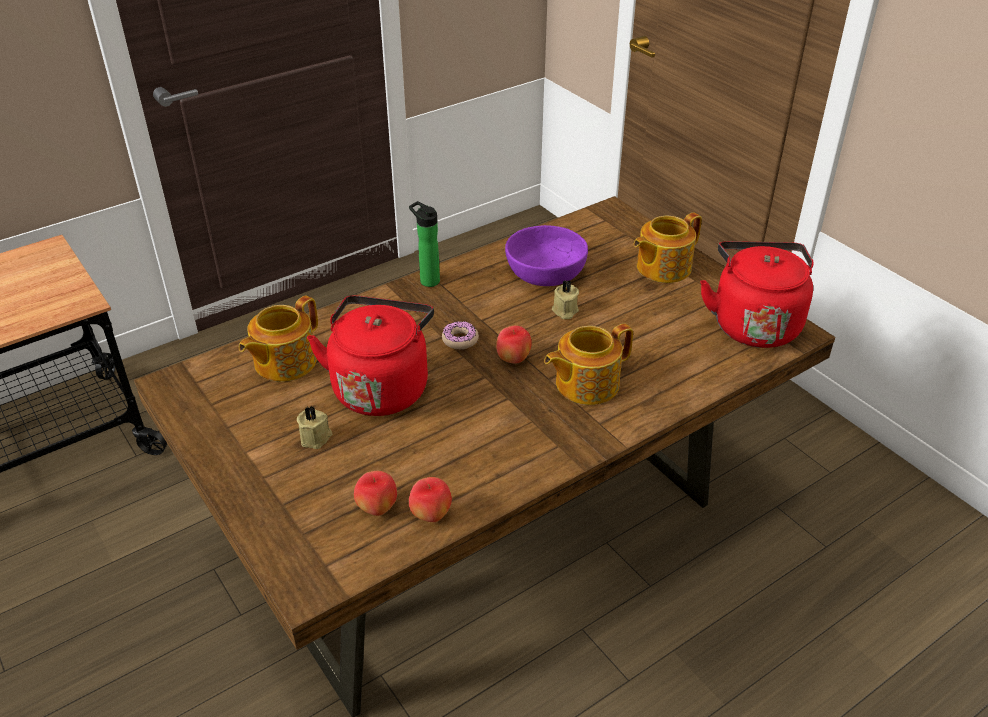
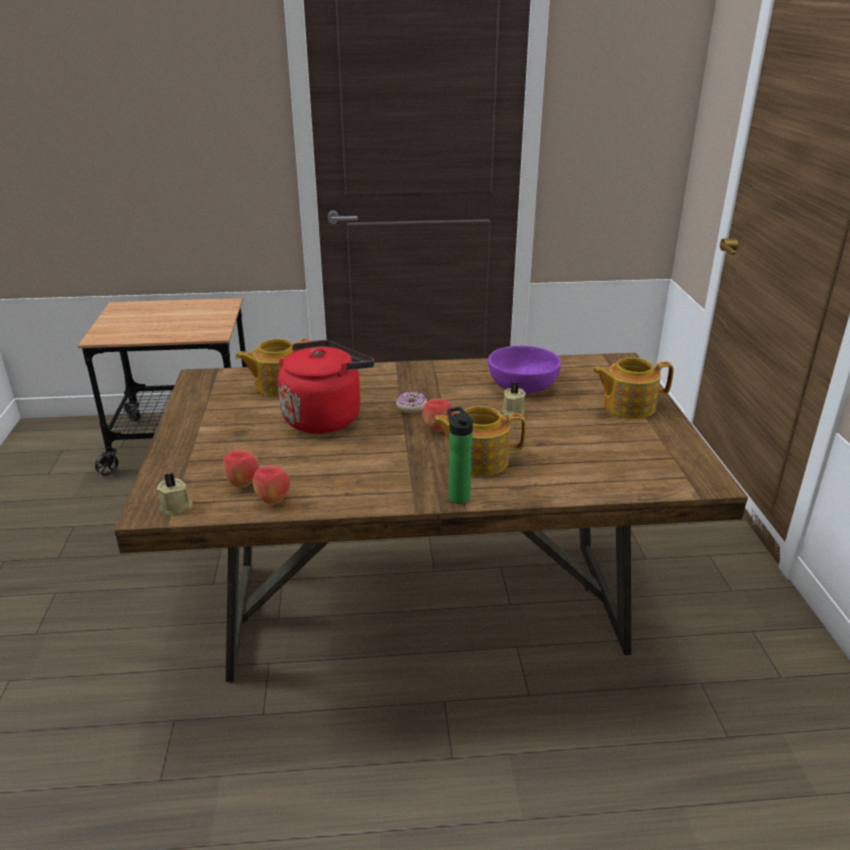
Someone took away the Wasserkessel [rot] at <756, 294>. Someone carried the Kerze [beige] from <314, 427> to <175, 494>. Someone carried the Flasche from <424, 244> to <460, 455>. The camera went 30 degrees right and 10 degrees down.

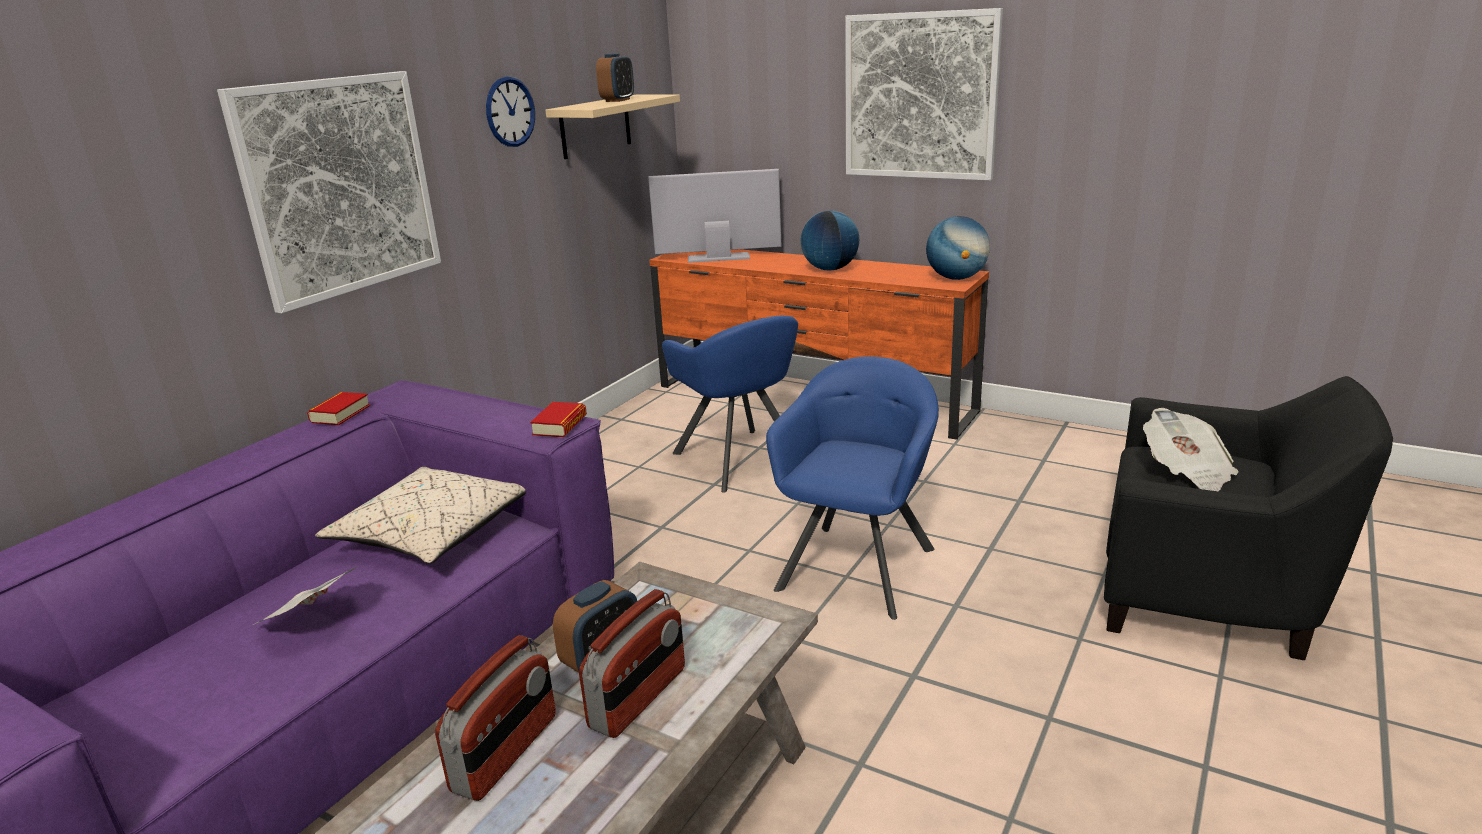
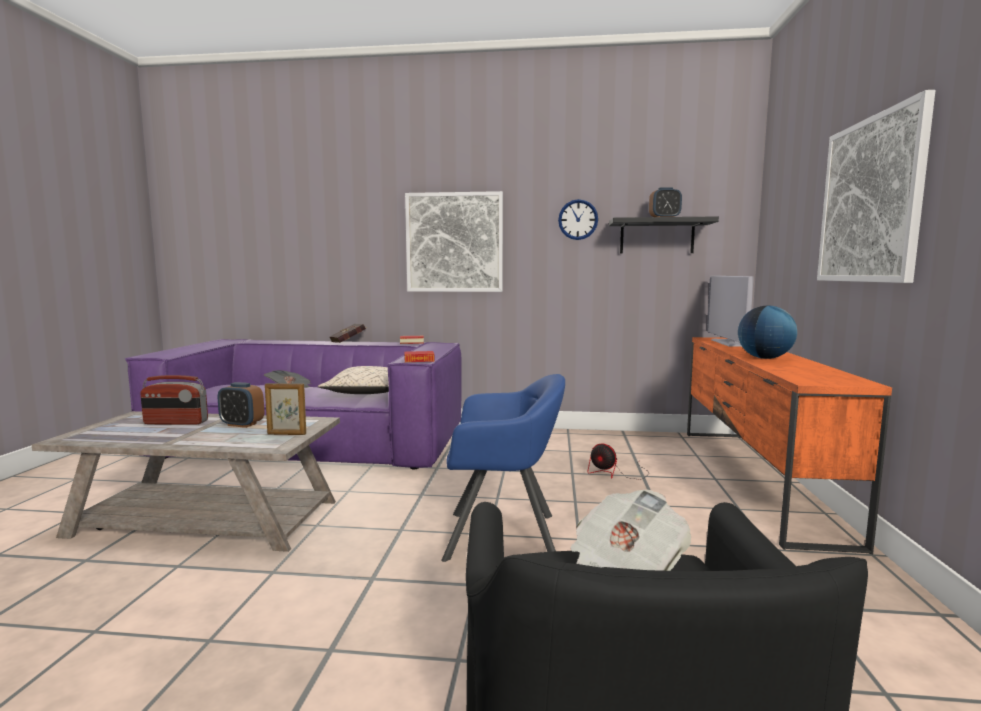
Someone took away the Radio at <632, 663>. Someone took away the Globus at <958, 248>. Someone put down the Bilderrahmen at <285, 409>. Someone put down the Buch [rot] at <348, 333>. Someone swapped the Sessel [blau] at <730, 404> for the Ventilator at <618, 462>. Someone repainted the Wandregal [beige] at <612, 126>, which became the Wandregal [schwarz] at <664, 235>. Someone rotated the Fernseher at <715, 216> by 150 degrees counterclockwise. The camera went 65 degrees right and 15 degrees down.

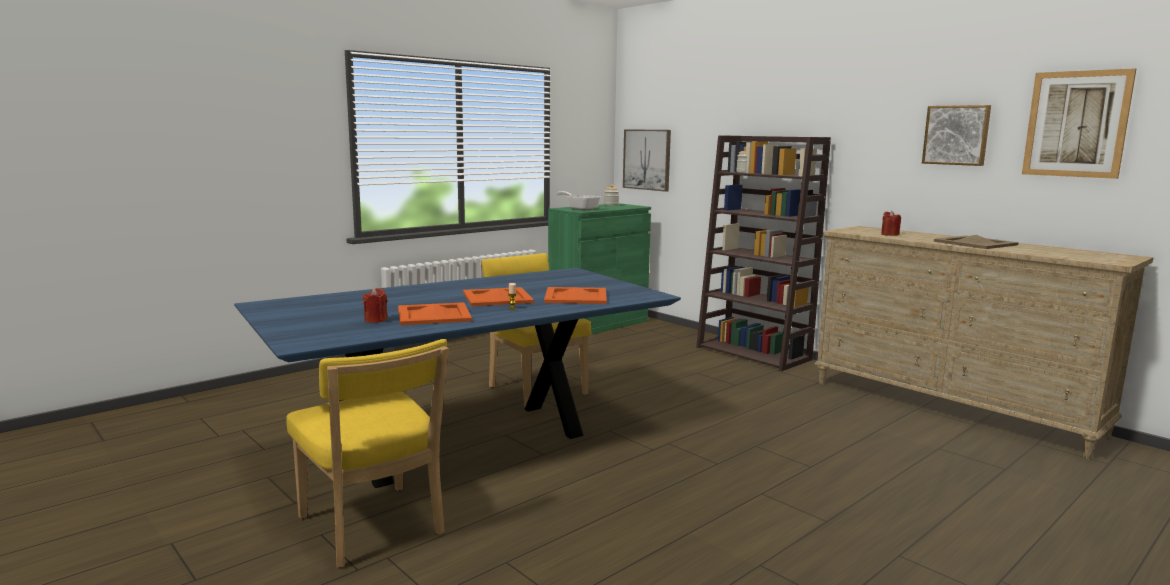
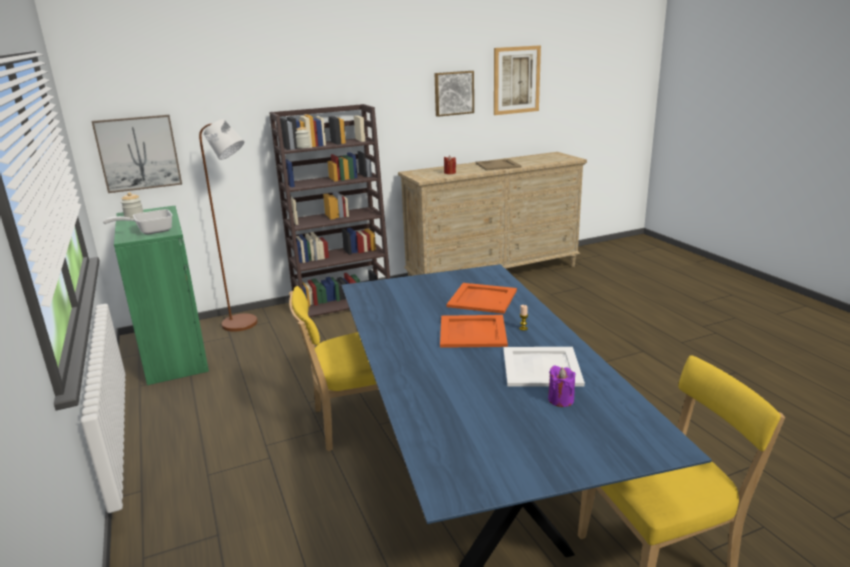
Someone put down the Stehlampe [braun] at <228, 225>. Someone repainted the Kerze [rot] at <375, 305>, which became the Kerze [lila] at <561, 386>. Someone repainted the Tablett [orange] at <435, 313>, which became the Tablett [weiß] at <544, 367>. The camera went 70 degrees left and 10 degrees up.

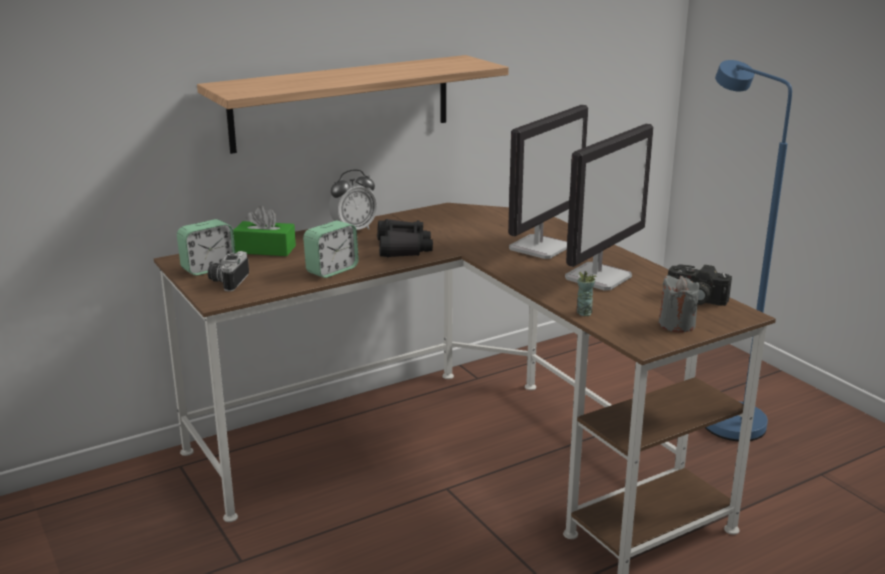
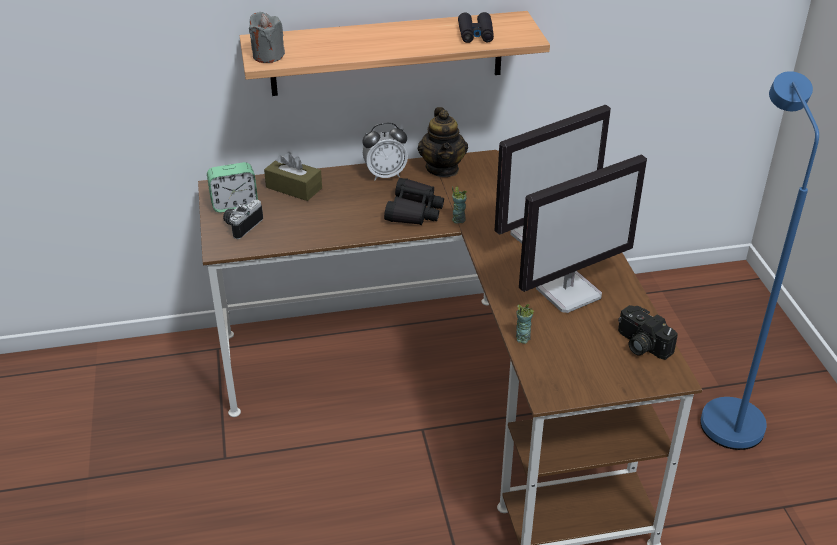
Someone took away the Wecker at <331, 249>. Someone put down the Teekanne at <442, 142>. Someone put down the Tasse at <459, 205>. Someone put down the Fernglas [schwarz] at <476, 27>. Someone carried the Kerze [grau] from <679, 304> to <267, 37>. Someone repainted the Taschentuchbox [grün] at <264, 231>, which became the Taschentuchbox [braun] at <293, 176>. The camera went 20 degrees right and 15 degrees up.

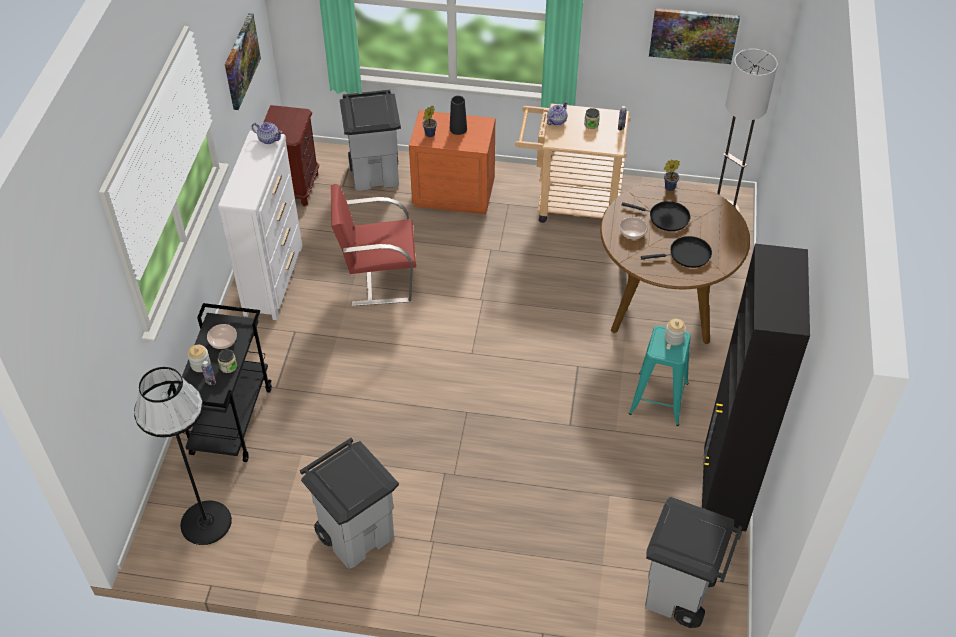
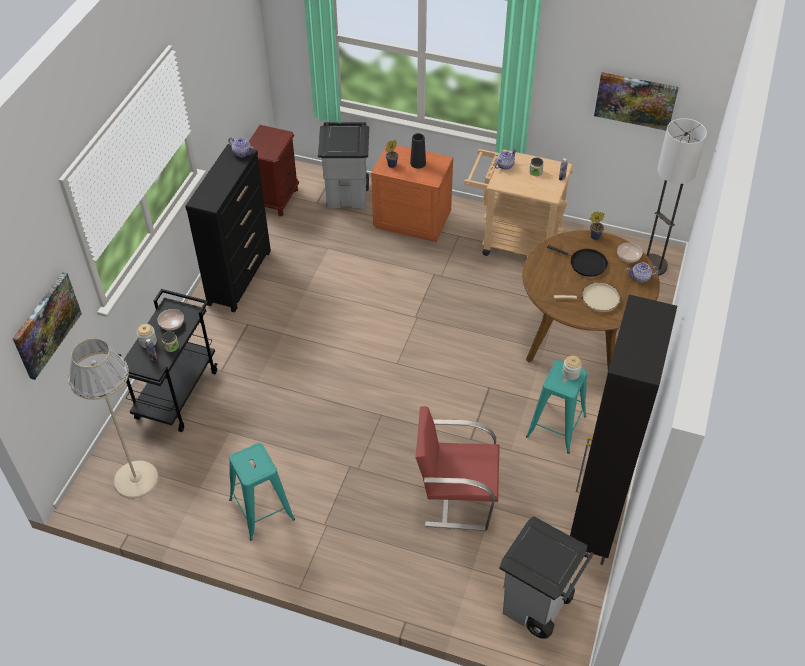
Someone put down the Teekanne at <643, 273>. Someone carried the Bild from <243, 61> to <47, 326>. Someone carried the Stuhl [rot] from <373, 245> to <457, 468>. Someone carried the Schüssel from <633, 228> to <629, 253>. Someone swapped the Mülleimer [grau] at <349, 503> for the Hocker [türkis] at <262, 492>. Someone repainted the Stehlampe [schwarz] at <183, 456>, which became the Stehlampe [beige] at <113, 418>. Someone repainted the Kommode [weiß] at <260, 225>, which became the Kommode [schwarz] at <228, 228>. Someone repainted the Pfanne [schwarz] at <676, 252>, which became the Pfanne [beige] at <587, 297>. The camera went 10 degrees right and 0 degrees up.

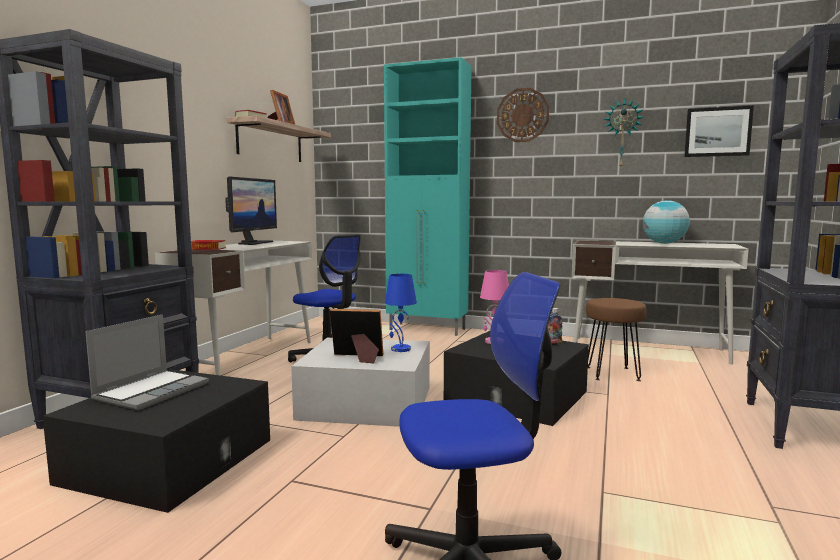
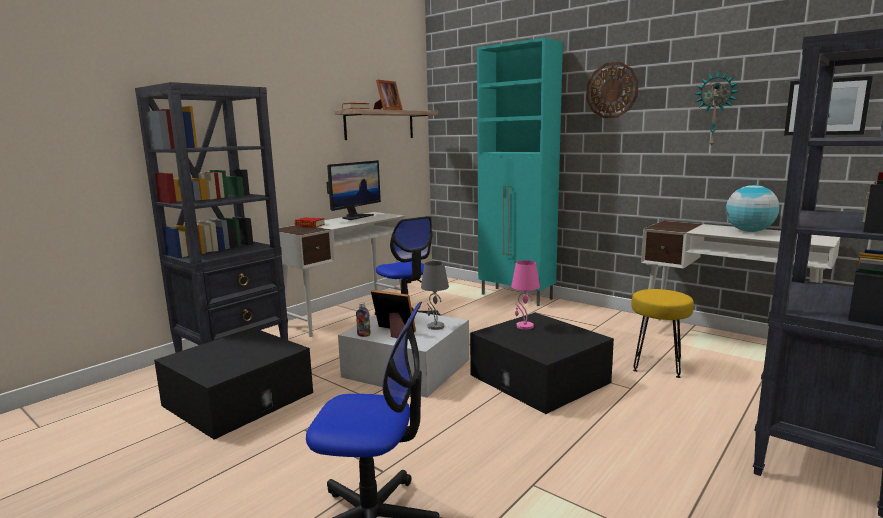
Someone took away the Laptop at <147, 362>. Someone carried the Flasche from <555, 326> to <363, 319>. Someone repainted the Tischlampe [blau] at <401, 313>, which became the Tischlampe [grau] at <435, 295>. Someone repainted the Hocker [braun] at <616, 339>, which became the Hocker [gelb] at <662, 333>. The camera went 20 degrees right and 5 degrees up.

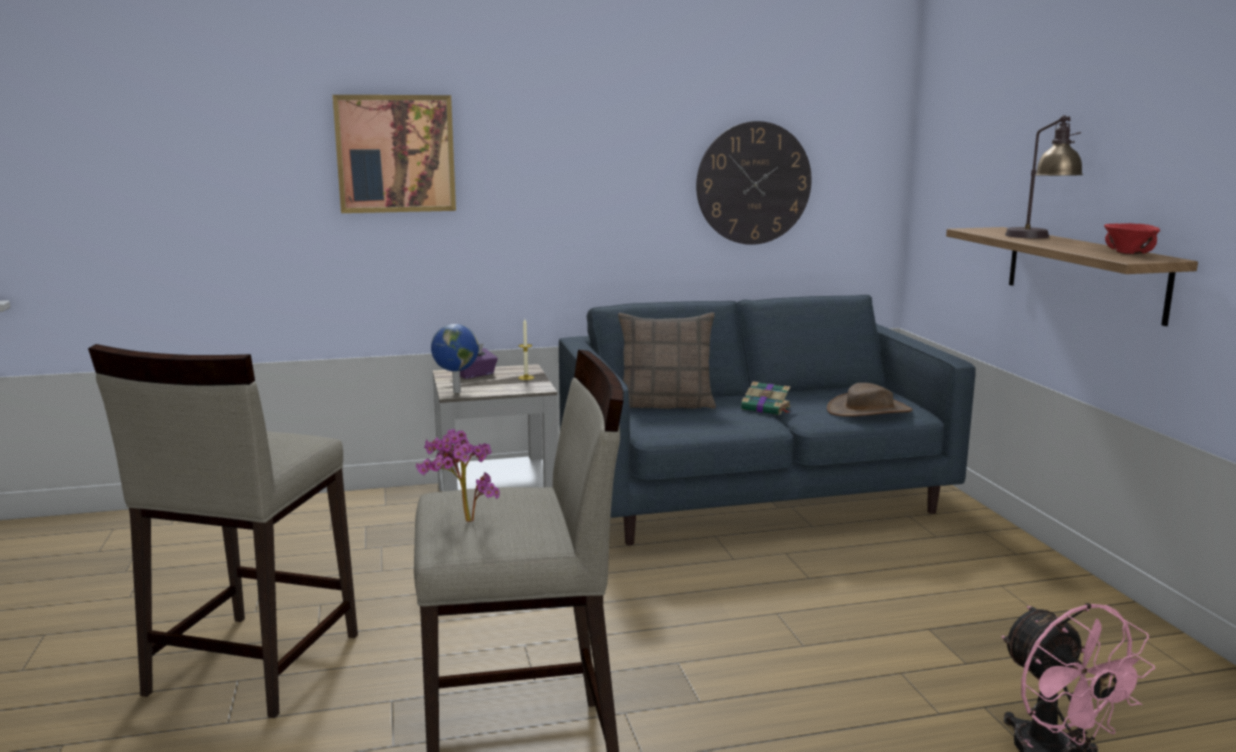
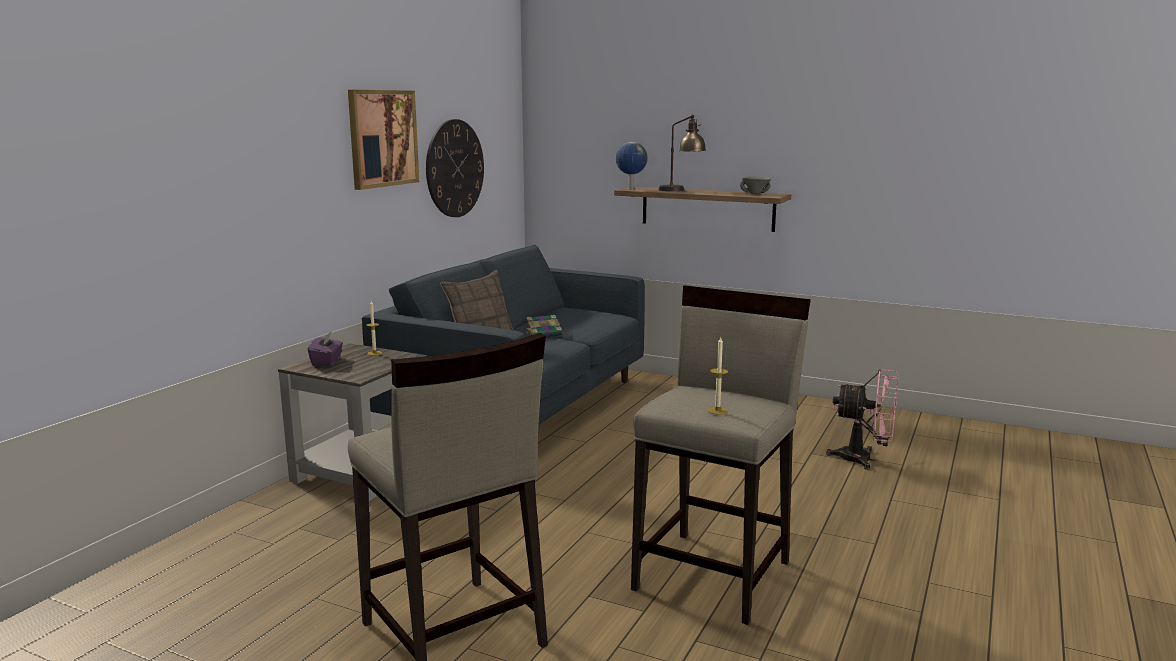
Someone took away the Hut [braun] at <870, 400>. Someone carried the Bild from <394, 154> to <383, 140>. Someone carried the Globus from <455, 358> to <631, 166>. Someone swapped the Topfpflanze at <458, 475> for the Kerze at <717, 376>. Someone repainted the Schüssel [rot] at <1132, 238>, which became the Schüssel [grau] at <755, 185>. The camera went 50 degrees left and 0 degrees up.

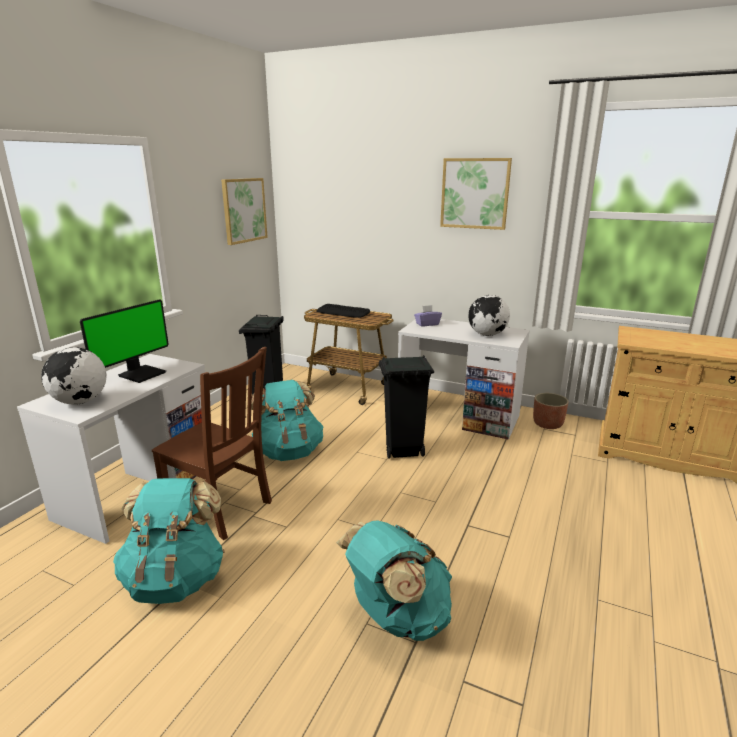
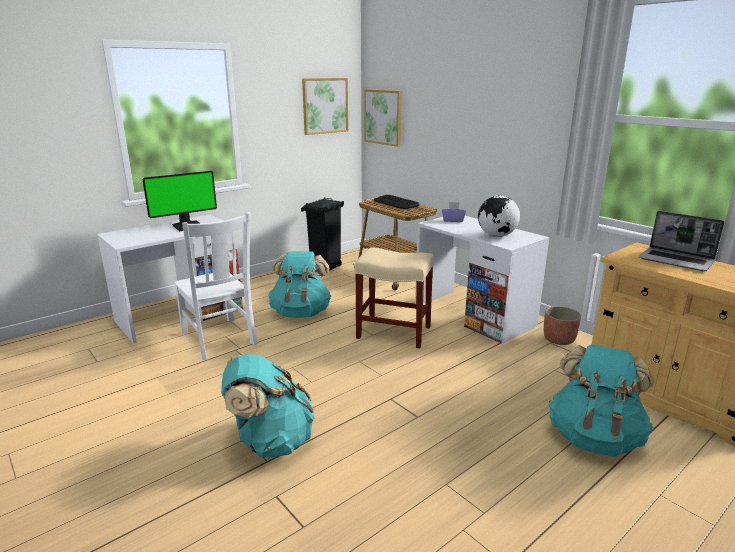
Someone took away the Globus at <74, 376>. Someone put down the Laptop at <682, 241>. Someone carried the Rucksack [türkis] from <169, 541> to <601, 400>. Someone carried the Bild from <476, 194> to <383, 118>. Someone swapped the Mülleimer [schwarz] at <406, 407> for the Hocker [beige] at <394, 297>. Someone repainted the Stuhl [braun] at <212, 443>, which became the Stuhl [weiß] at <215, 286>. The camera went 25 degrees right and 0 degrees up.

